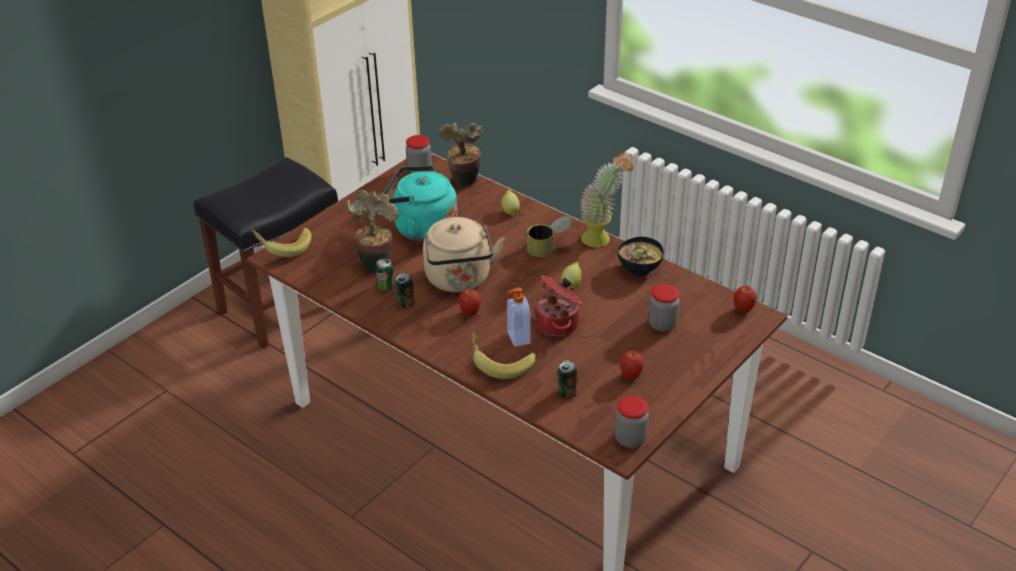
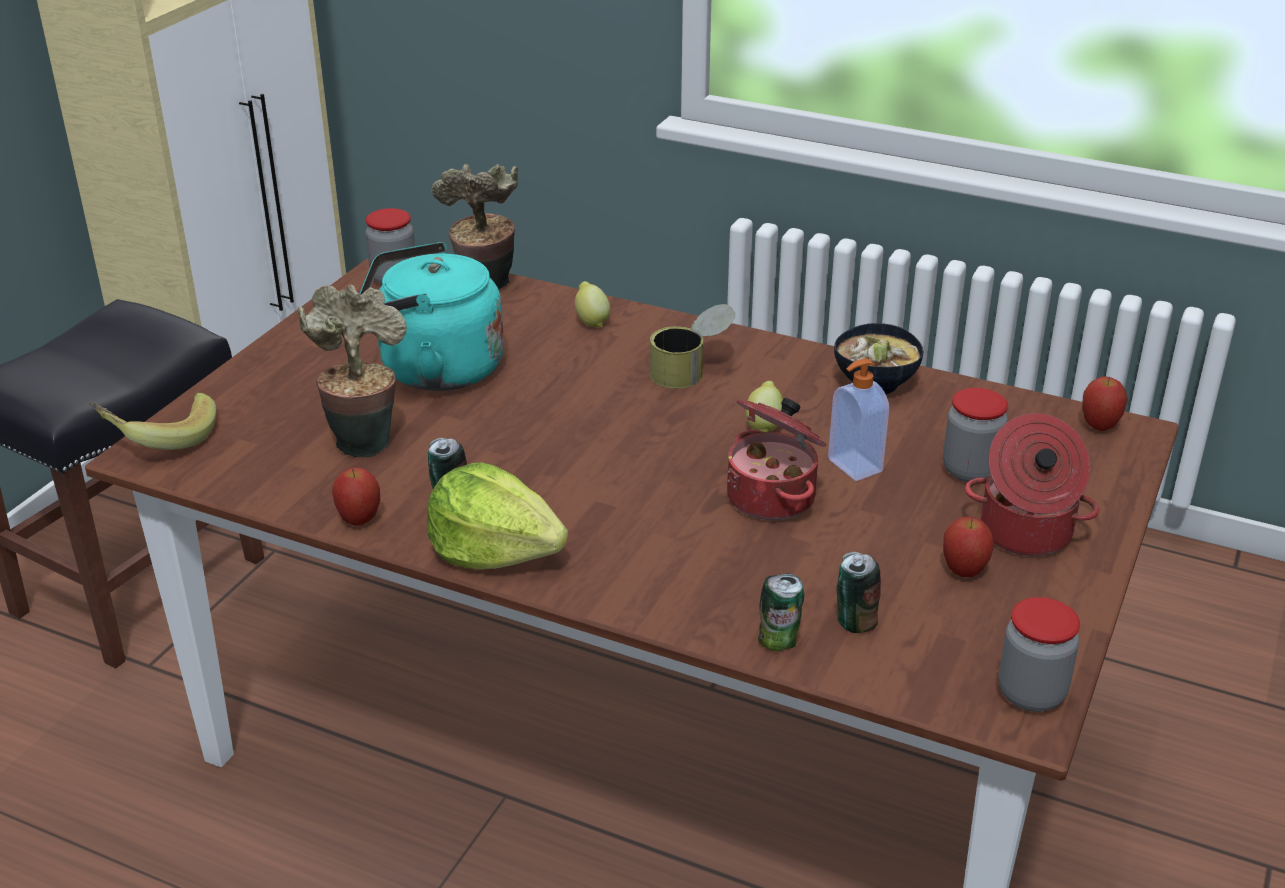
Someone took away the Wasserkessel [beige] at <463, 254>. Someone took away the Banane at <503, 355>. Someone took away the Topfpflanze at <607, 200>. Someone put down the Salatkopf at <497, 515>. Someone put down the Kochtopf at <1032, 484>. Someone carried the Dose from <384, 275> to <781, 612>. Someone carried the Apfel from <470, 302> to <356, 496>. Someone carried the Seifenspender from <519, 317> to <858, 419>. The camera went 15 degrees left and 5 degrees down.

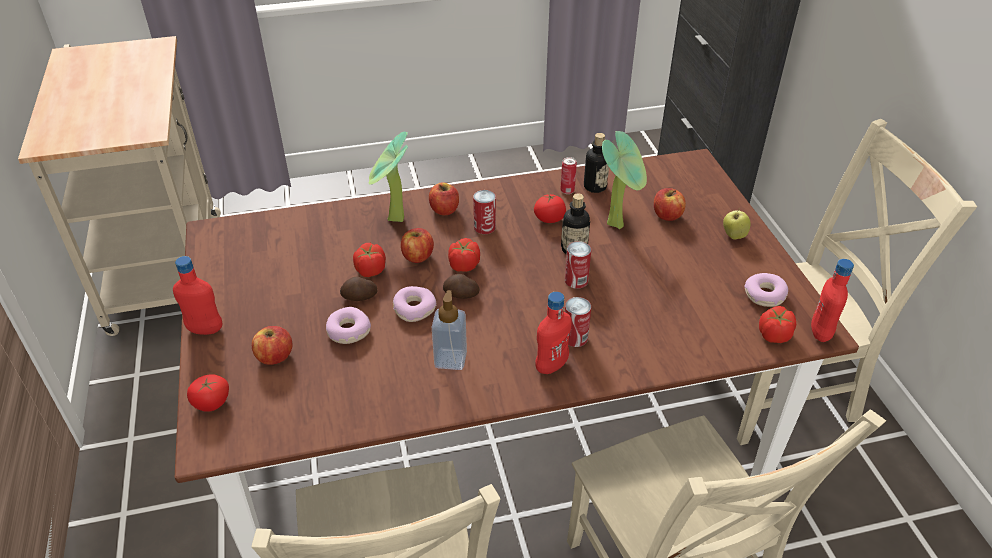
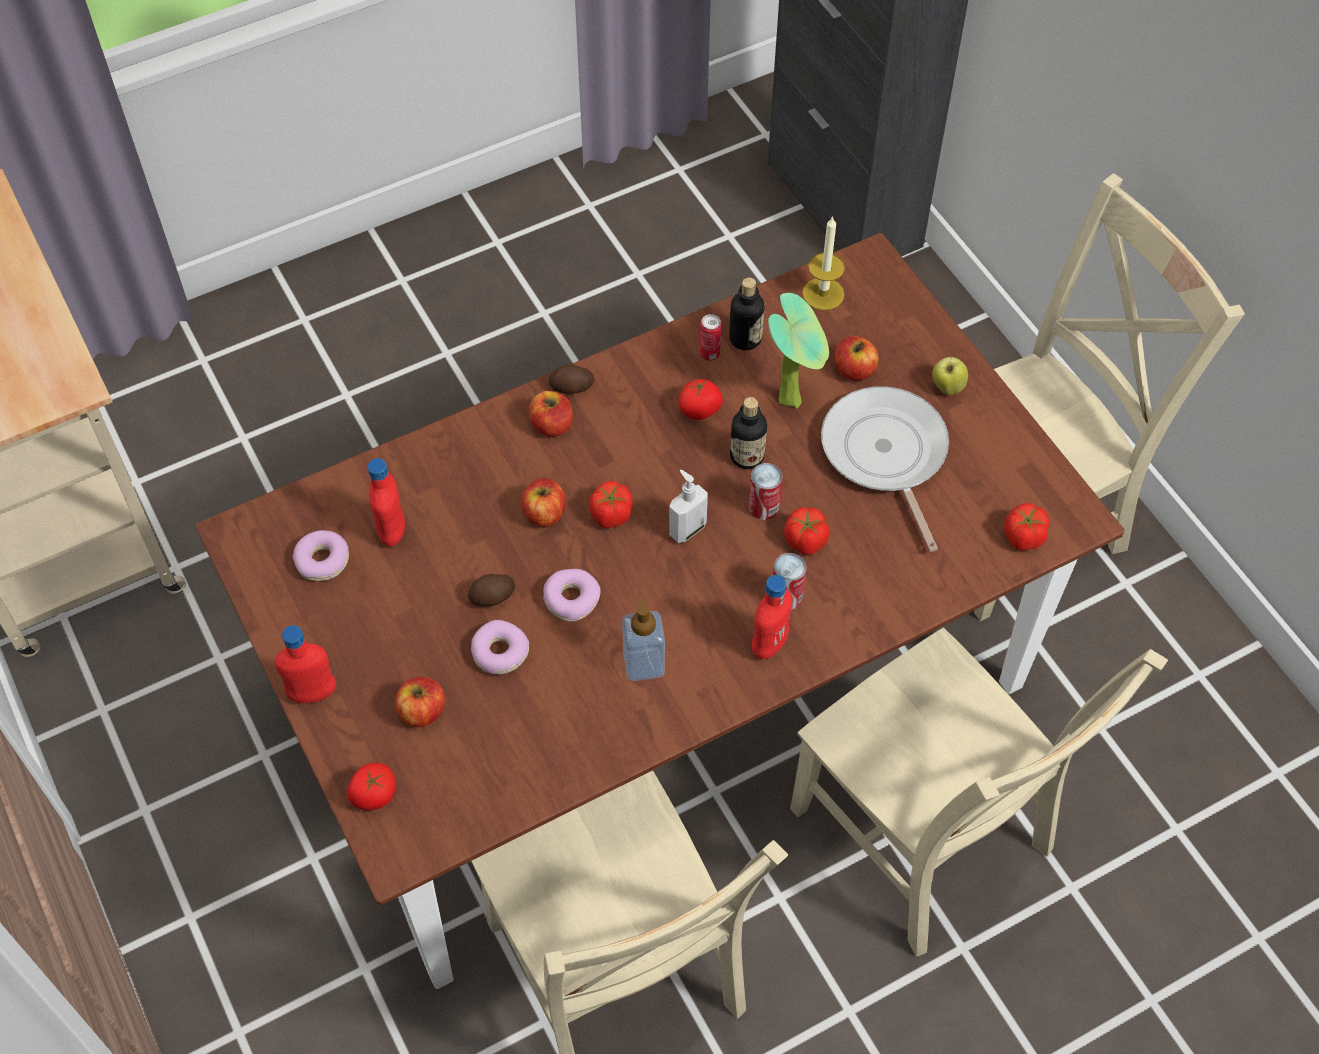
Someone took away the Topfpflanze at <388, 177>. Someone took away the Dose at <484, 212>. Someone put down the Seifenspender at <688, 506>. Someone put down the Kerze at <823, 263>. Someone put down the Pfanne at <885, 468>. Someone carried the Tomate from <369, 260> to <807, 531>. Someone carried the Kartoffel from <461, 286> to <571, 379>. Someone carried the Donut from <766, 290> to <321, 555>. Someone carried the Flasche [rot] from <832, 300> to <386, 502>. The camera went 15 degrees left and 15 degrees up.

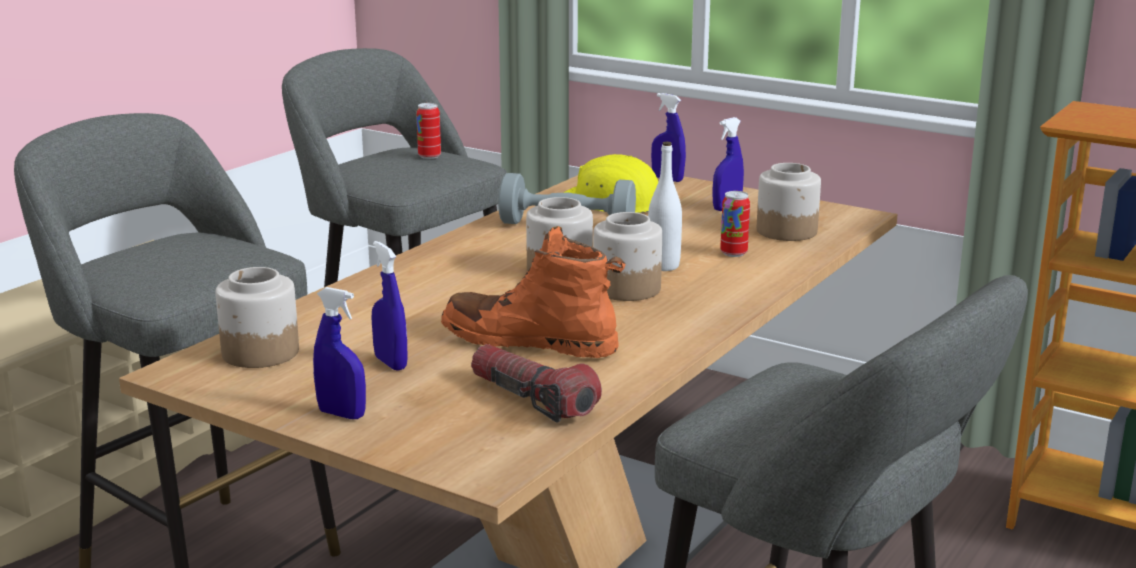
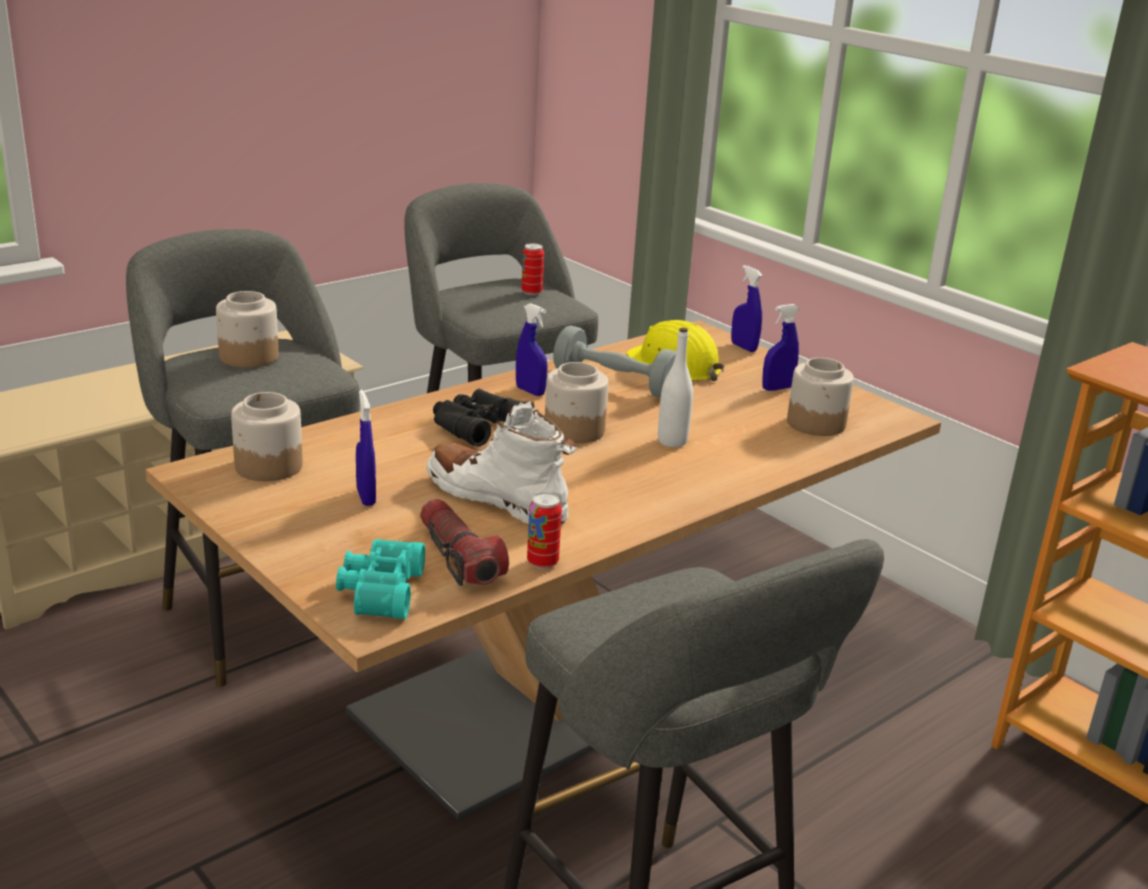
Someone put down the Fernglas [türkis] at <380, 579>. Someone put down the Fernglas [schwarz] at <478, 418>. Someone carried the Sprühflasche [blau] from <339, 353> to <532, 349>. Someone carried the Vorratsglas from <627, 256> to <247, 329>. Someone carried the Dose from <735, 224> to <544, 531>. Someone repainted the Stiefel [orange] at <533, 292>, which became the Stiefel [weiß] at <501, 463>. The camera went 15 degrees right and 5 degrees up.

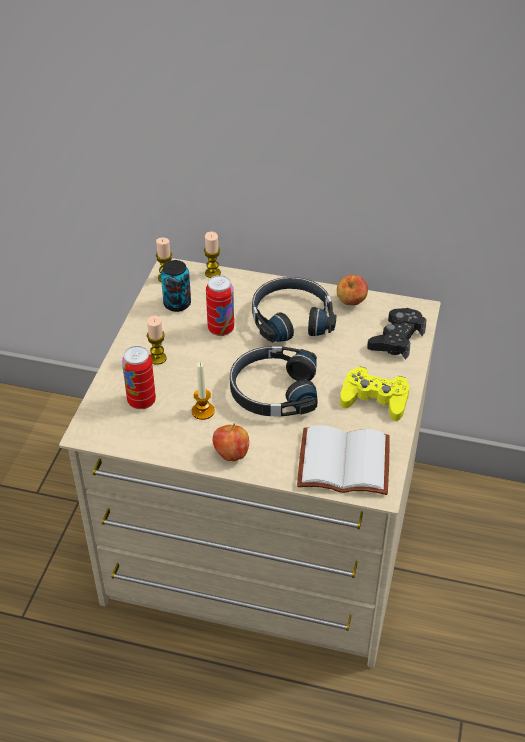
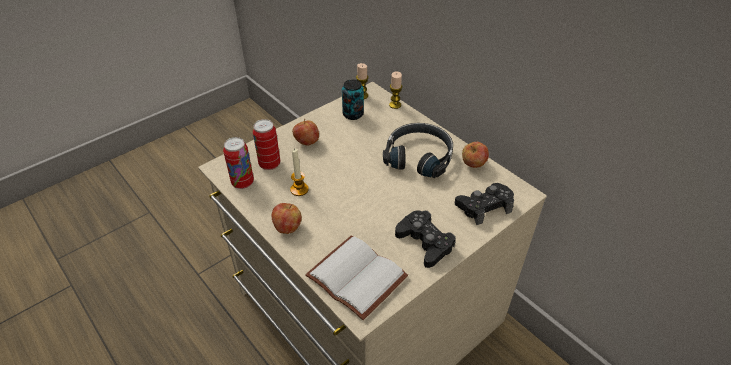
Someone took away the Kopfhörer [schwarz] at <274, 381>. Someone carried the Dose from <220, 305> to <238, 163>. Someone swapped the Kerze at <157, 340> for the Apfel at <305, 132>. Someone repainted the Gamepad [gelb] at <375, 393>, which became the Gamepad [schwarz] at <425, 239>. The camera went 35 degrees right and 0 degrees up.

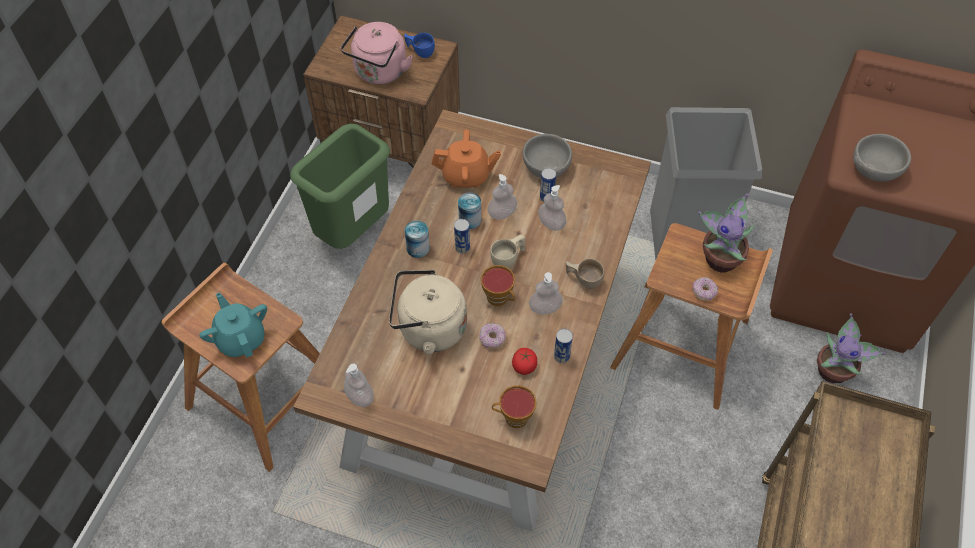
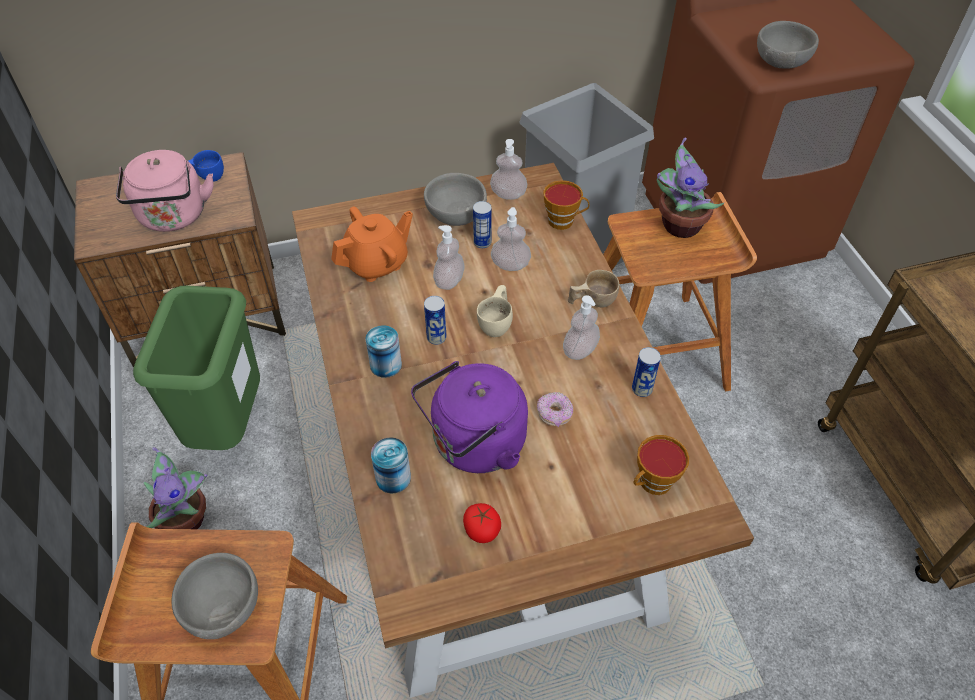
Someone took away the Donut at <705, 289>. Someone carried the Seifenspender from <359, 385> to <508, 169>. Someone carried the Dose from <469, 210> to <391, 465>. Someone carried the Tasse from <498, 285> to <566, 205>. Someone carried the Tomate from <524, 361> to <482, 523>. Someone carried the Topfpflanze from <851, 348> to <176, 488>. Someone swapped the Teekanne [türkis] at <233, 325> for the Schüssel [grau] at <215, 596>. Someone repainted the Wasserkessel [beige] at <428, 312>, which became the Wasserkessel [lila] at <469, 417>. The camera went 35 degrees left and 5 degrees down.

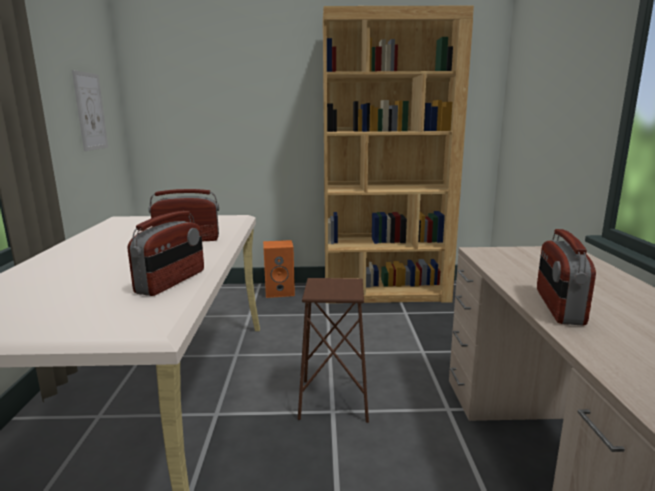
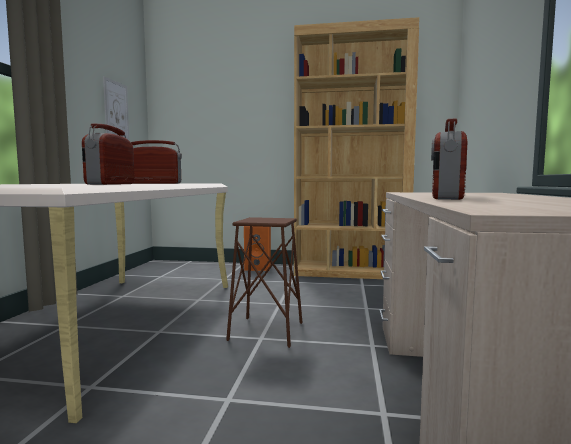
Someone rotated the Radio at <165, 253> by 150 degrees clockwise. The camera went 10 degrees right and 10 degrees down.

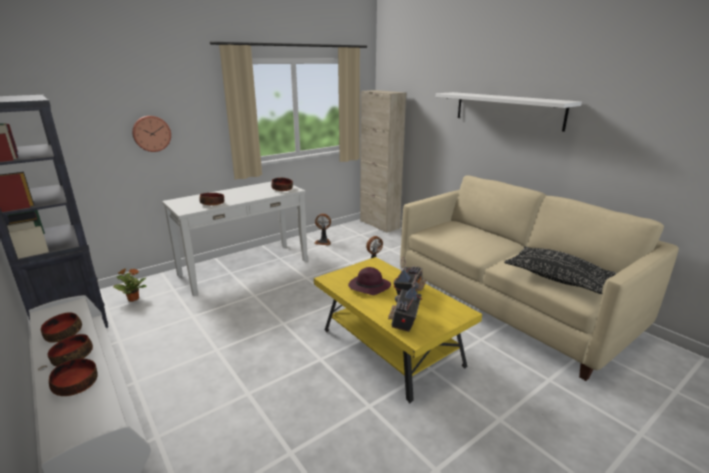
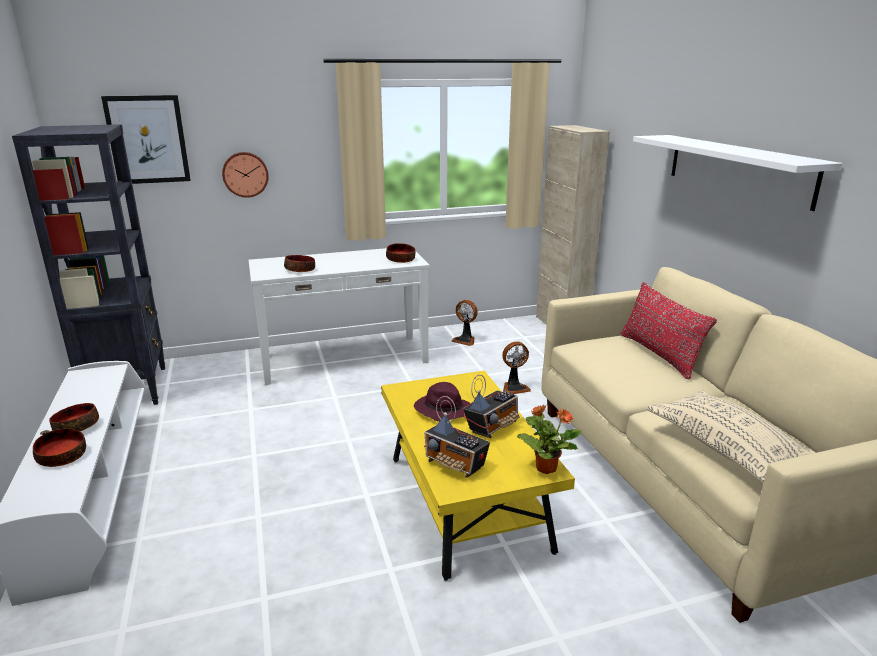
Someone took away the Schüssel at <61, 327>. Someone put up the Bild at <146, 139>. Someone put down the Kissen [rot] at <668, 330>. Someone carried the Topfpflanze from <130, 285> to <549, 439>. Someone repainted the Kissen [schwarz] at <560, 270>, which became the Kissen [beige] at <731, 436>. Someone rotated the Radio at <405, 302> by 90 degrees counterclockwise. The camera went 20 degrees right and 0 degrees up.

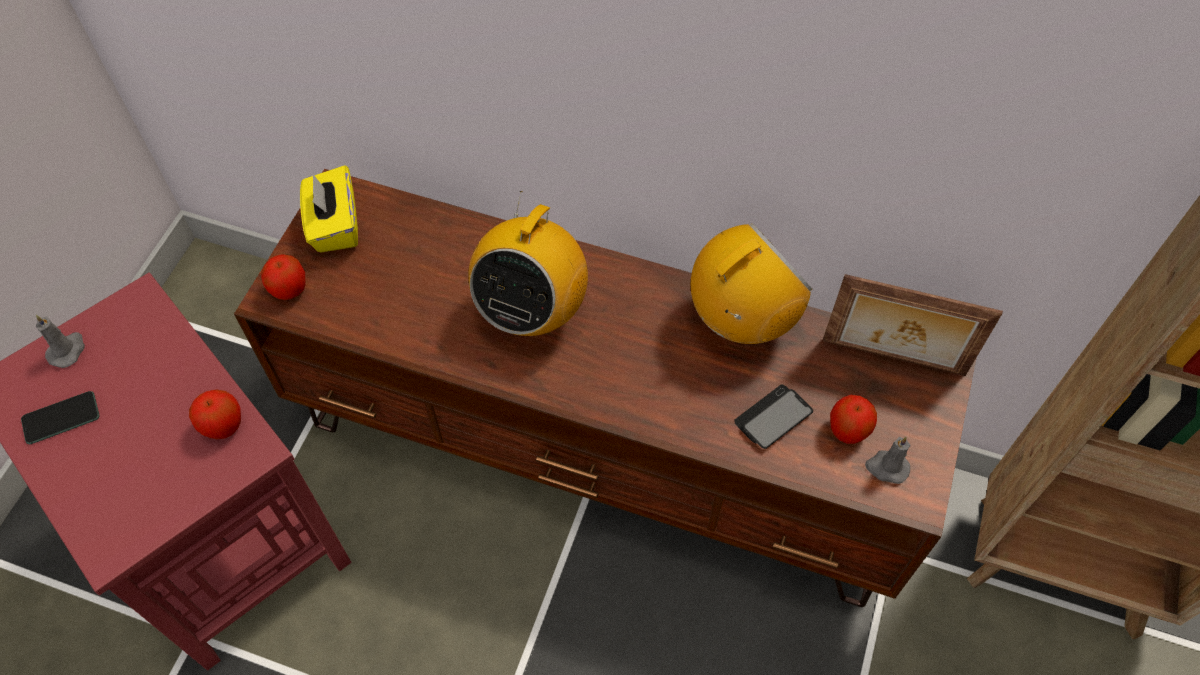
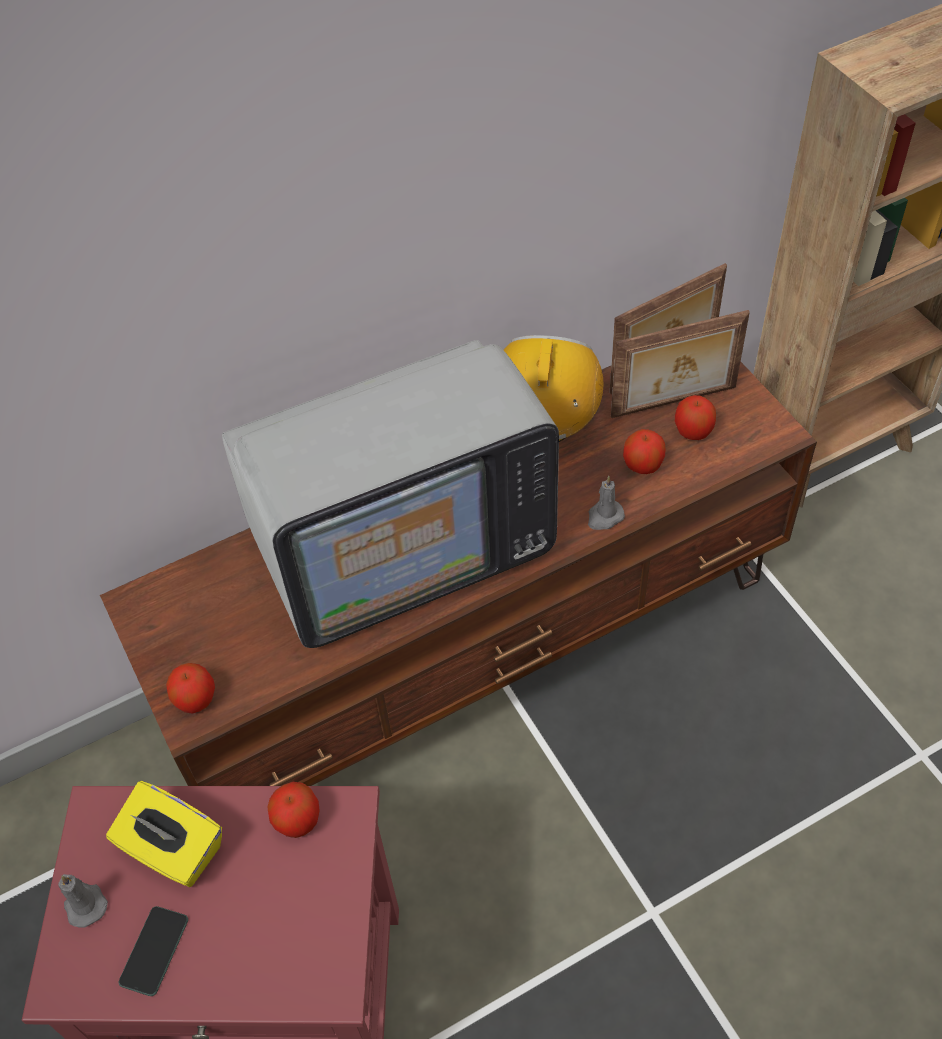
Someone put down the Bilderrahmen at <680, 364>. Someone carried the Taschentuchbox [gelb] from <329, 208> to <164, 834>. Someone carried the Kerze [grau] from <887, 460> to <606, 503>. Someone swapped the Radio at <528, 263> for the Fernseher at <390, 494>. Someone swapped the Handy at <773, 417> for the Apfel at <644, 451>. The camera went 45 degrees left and 5 degrees down.

